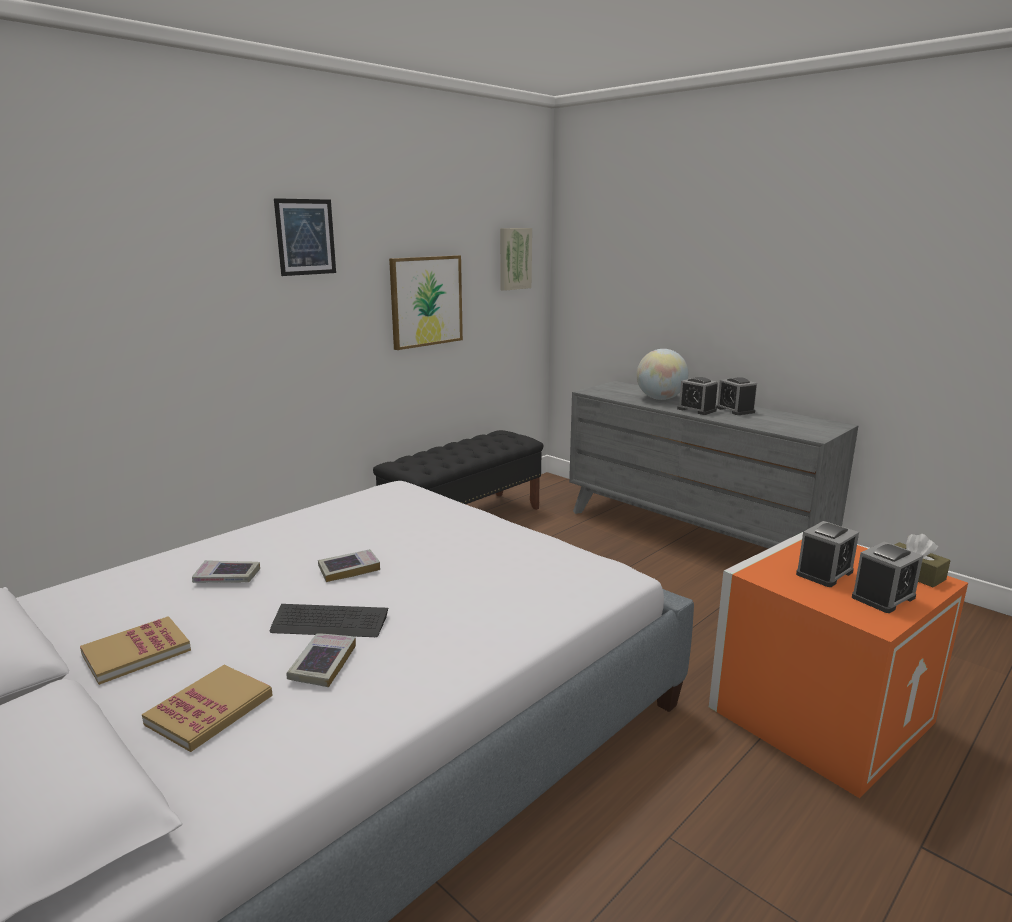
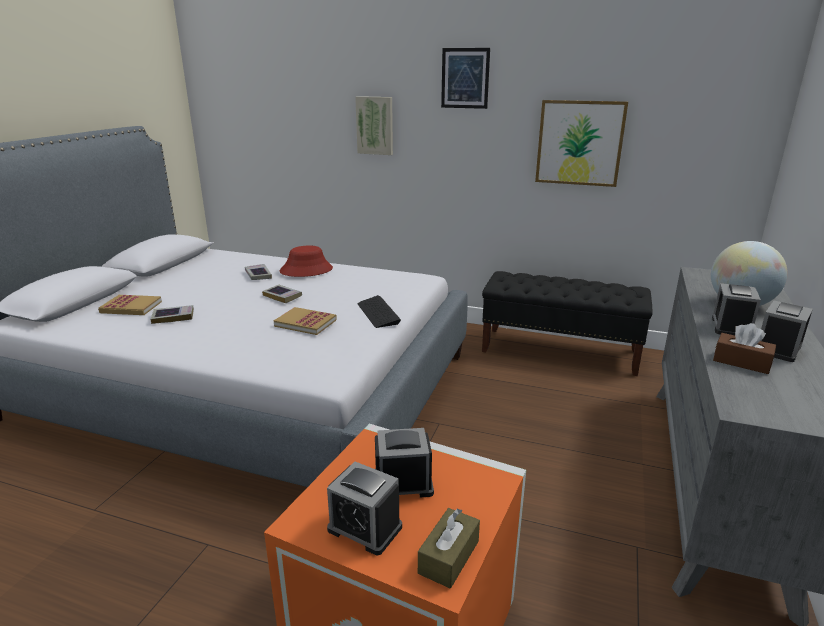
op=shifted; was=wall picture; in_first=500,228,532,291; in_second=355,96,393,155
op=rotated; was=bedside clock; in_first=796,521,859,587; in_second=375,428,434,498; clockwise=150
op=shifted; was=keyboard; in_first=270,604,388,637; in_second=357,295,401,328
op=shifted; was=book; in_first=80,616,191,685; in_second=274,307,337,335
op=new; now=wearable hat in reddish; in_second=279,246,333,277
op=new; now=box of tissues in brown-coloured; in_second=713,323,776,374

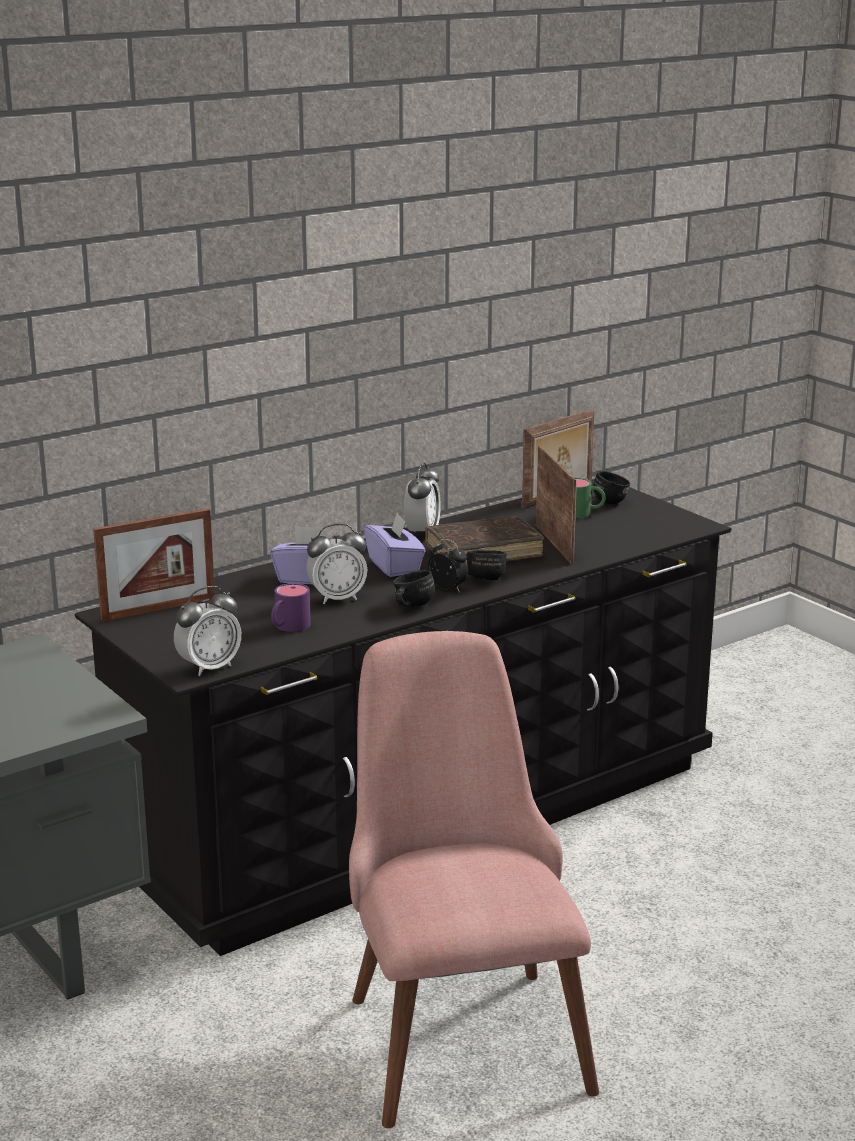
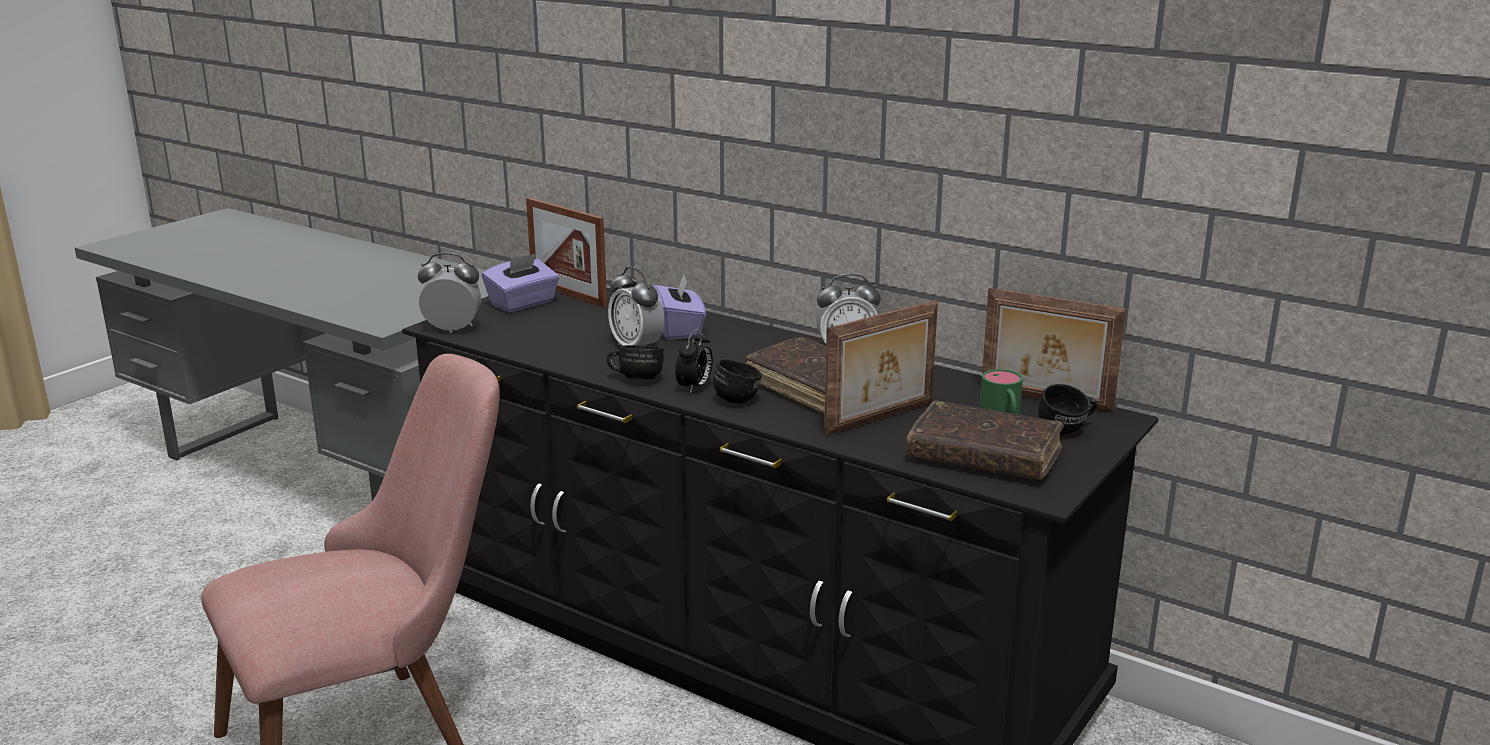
op=shifted; was=box of tissues in purplish; in_first=364,513,426,577; in_second=482,253,559,312
op=gone; was=tea mug in purplish; in_first=271,583,311,632
op=rotated; was=bedside clock; in_first=174,586,241,676; in_second=418,253,481,333; clockwise=150
op=new; now=book in brown-coloured; in_second=906,400,1064,480

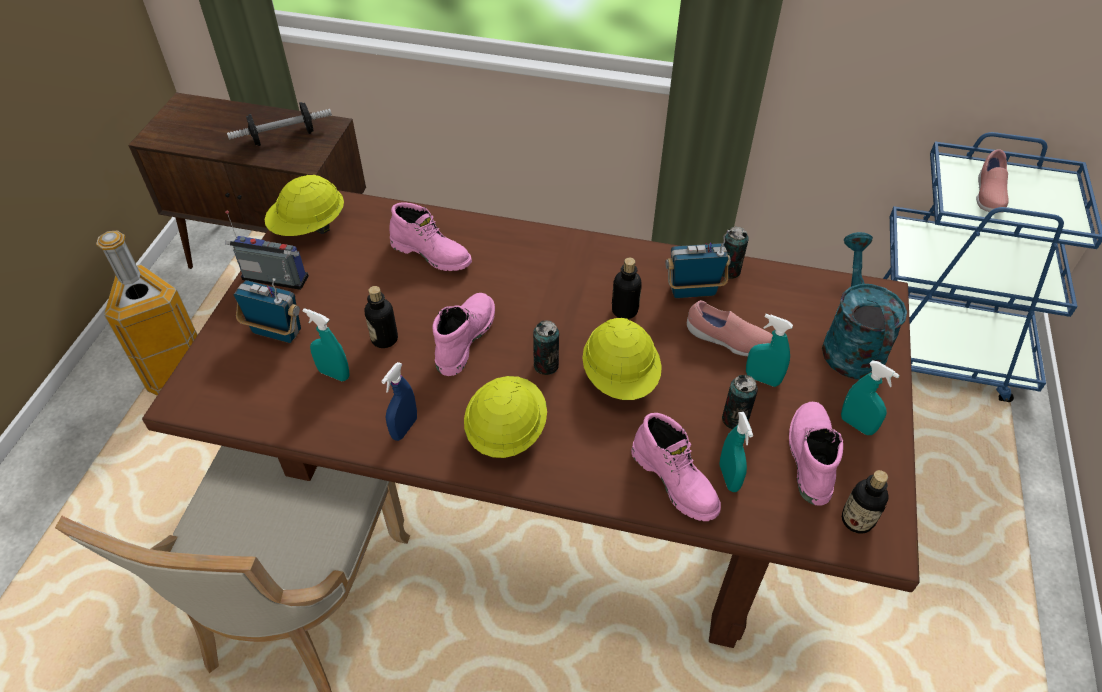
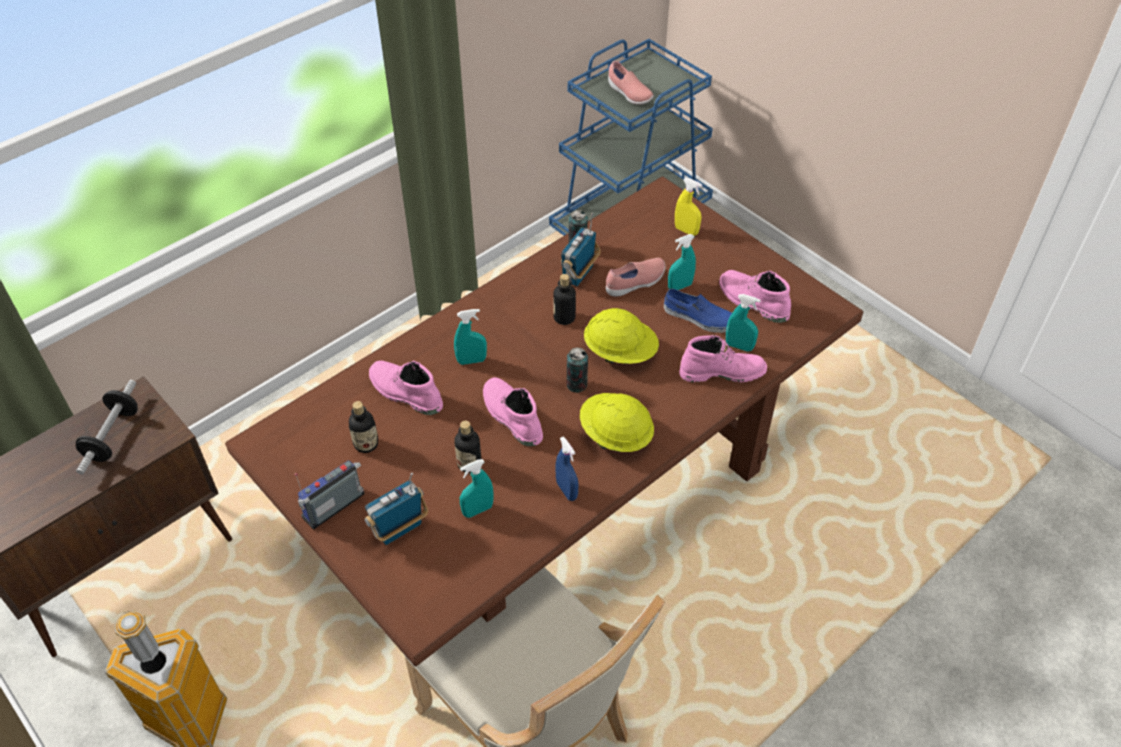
op=gone; was=hard hat in yellowish; in_first=264,175,344,236
op=rotated; was=boot in pink-coloured; in_first=389,203,472,271; in_second=369,361,443,415; clockwise=-120
op=swapped; was=sprinkling can in turquoise-coloured; now=hand sprayer in yellowish; in_first=822,232,907,380; in_second=675,178,702,236
op=shifted; was=hand sprayer in turquoise-coloured; in_first=841,360,900,435; in_second=454,309,487,365
op=swapped; was=metal can; now=low shoe in blue; in_first=722,375,758,430; in_second=664,289,732,333
op=shifted; was=drink bottle; in_first=842,470,889,534; in_second=349,401,378,453

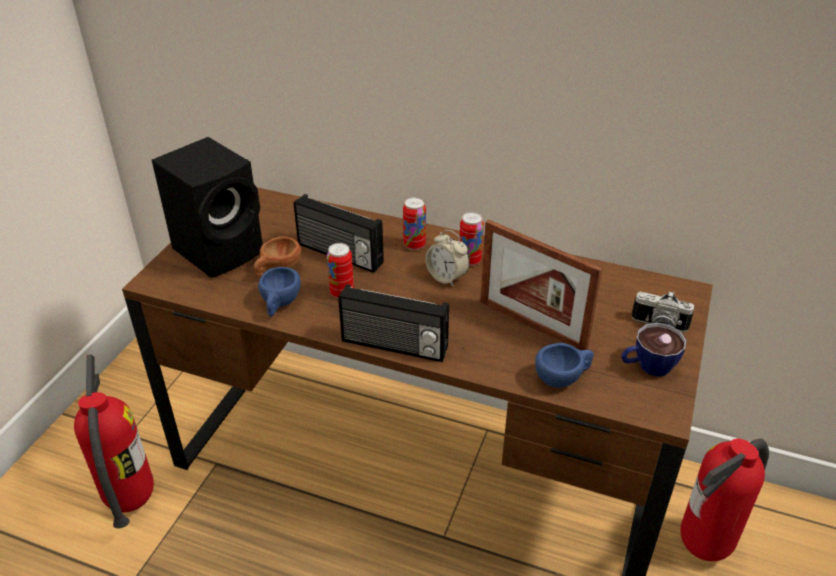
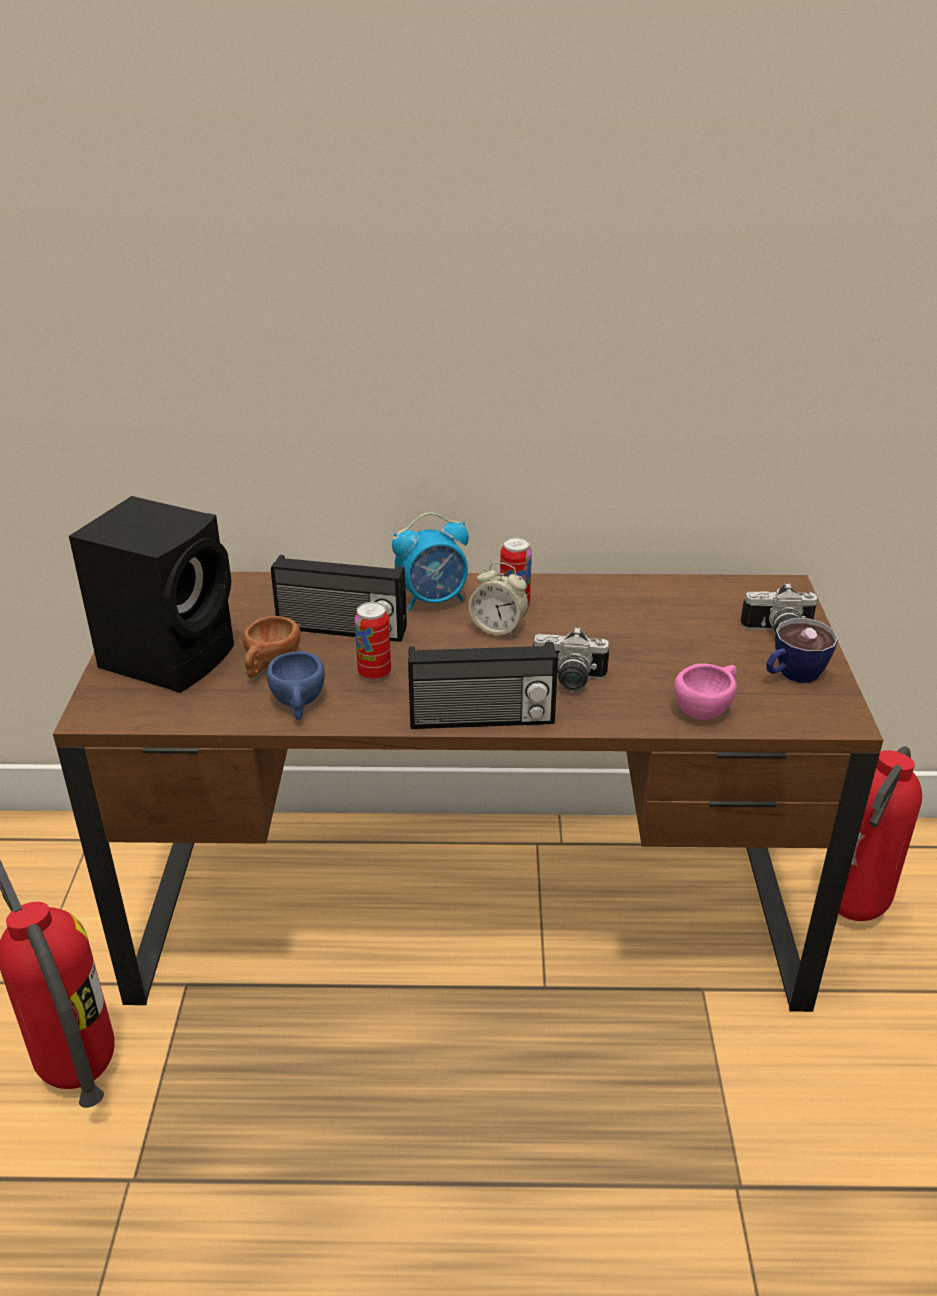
op=swapped; was=metal can; now=bedside clock; in_first=403,197,426,250; in_second=392,512,469,611
op=gone; was=standing frame; in_first=480,220,602,350
op=repainted; was=small cup in blue; now=small cup in pink-coloured; in_first=535,343,593,388; in_second=674,663,737,720
op=new; now=still camera; in_second=533,627,609,691

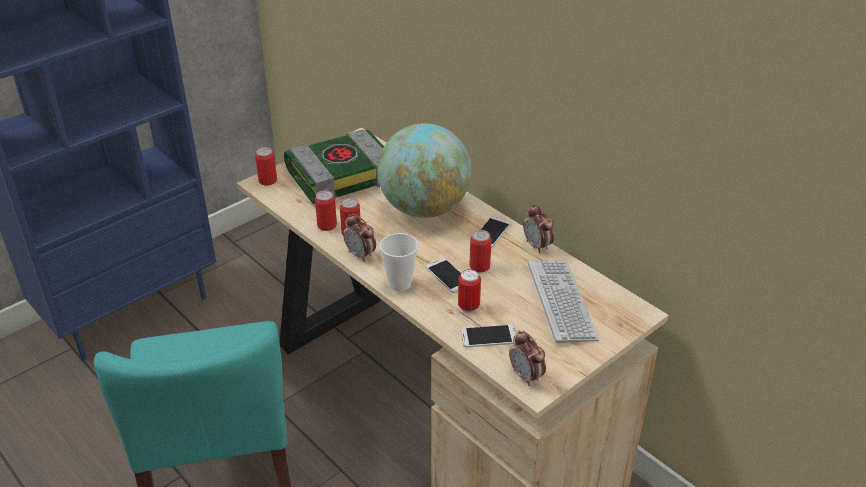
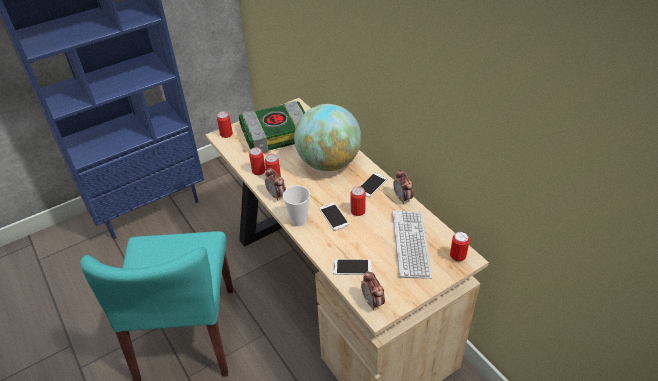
op=shifted; was=metal can; in_first=458,269,481,313; in_second=450,232,470,262

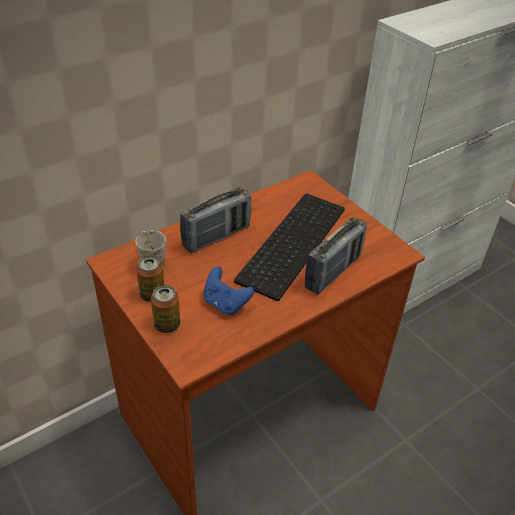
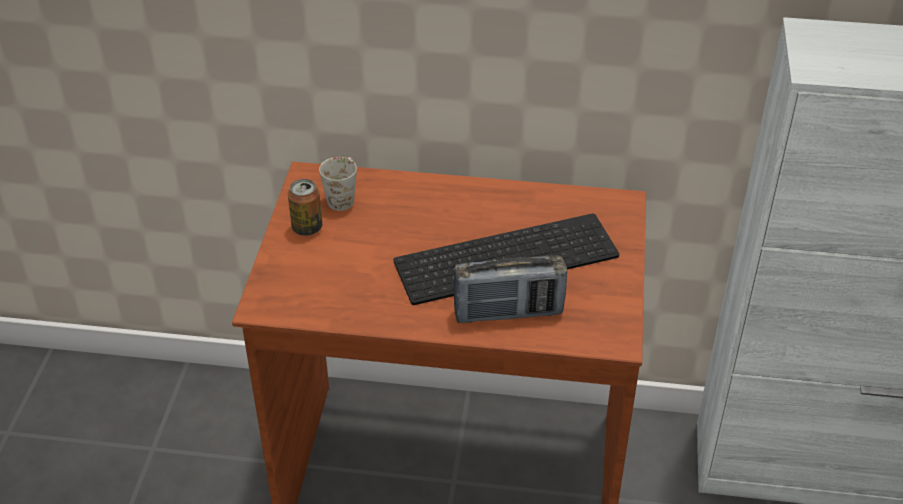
op=gone; was=radio; in_first=180,187,251,253
op=gone; was=gamepad in blue; in_first=203,267,254,315
op=gone; was=metal can; in_first=151,285,180,333

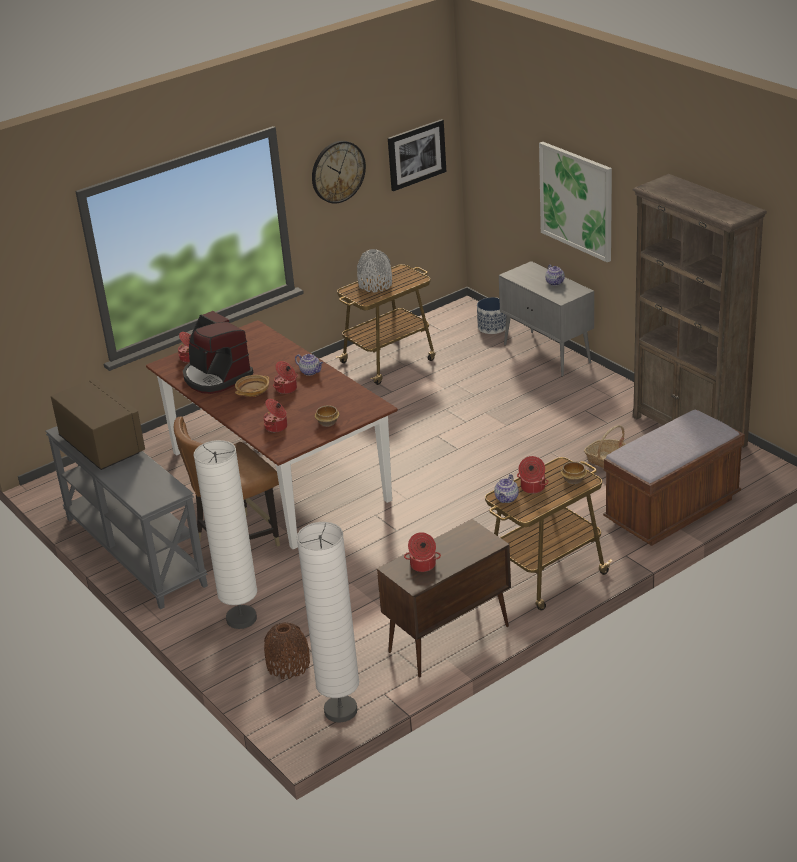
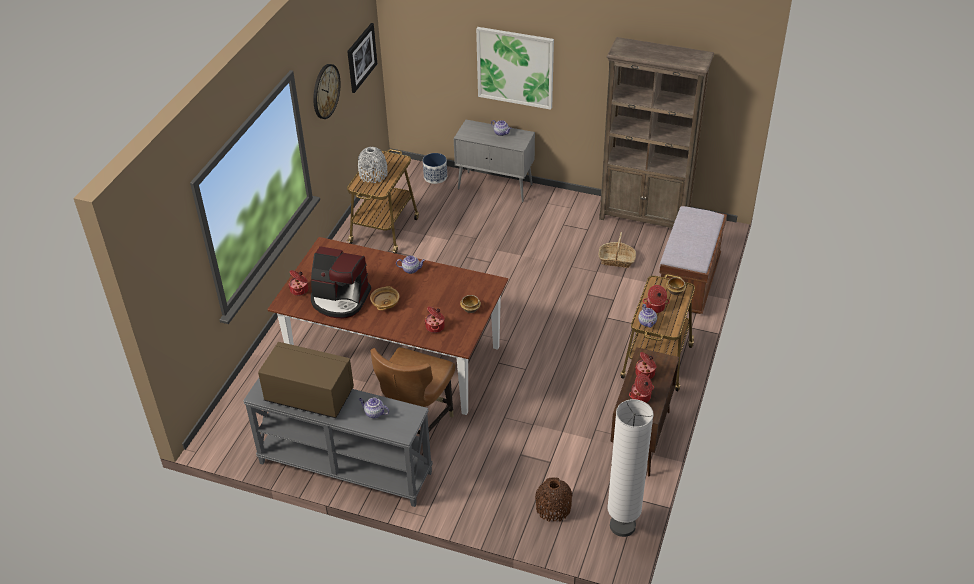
op=shifted; was=stockpot; in_first=273,361,298,394; in_second=635,352,657,379
op=gone; was=standard lamp in whitish; in_first=193,440,257,629
op=new; now=teapot; in_second=359,398,389,419

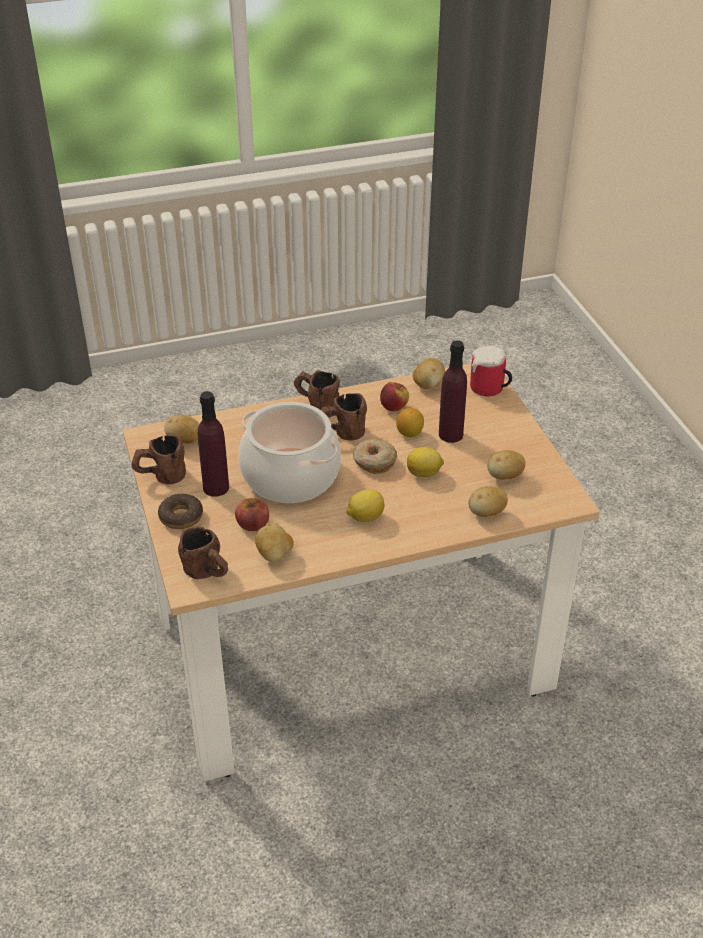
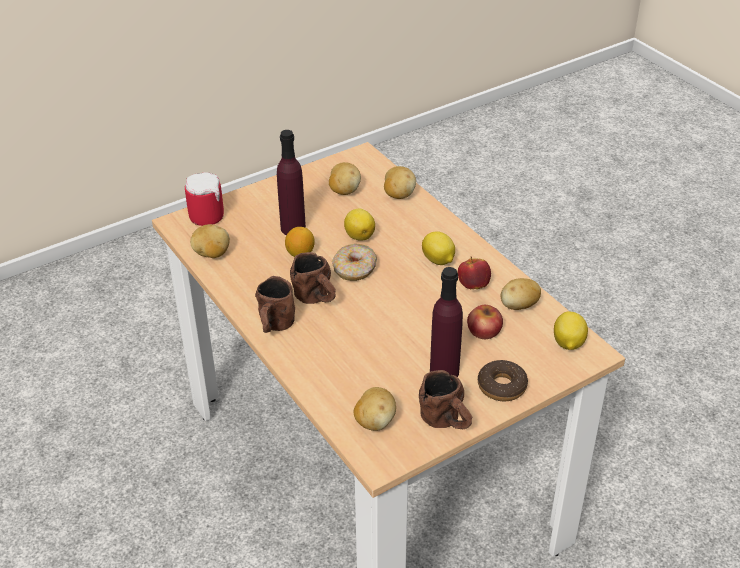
op=shifted; was=whole apple; in_first=380,382,409,412; in_second=458,256,491,289
op=gone; was=stockpot; in_first=238,402,341,503
op=swapped; was=tea mug in brown-coloured; now=lemon; in_first=178,526,228,579; in_second=554,312,588,350

